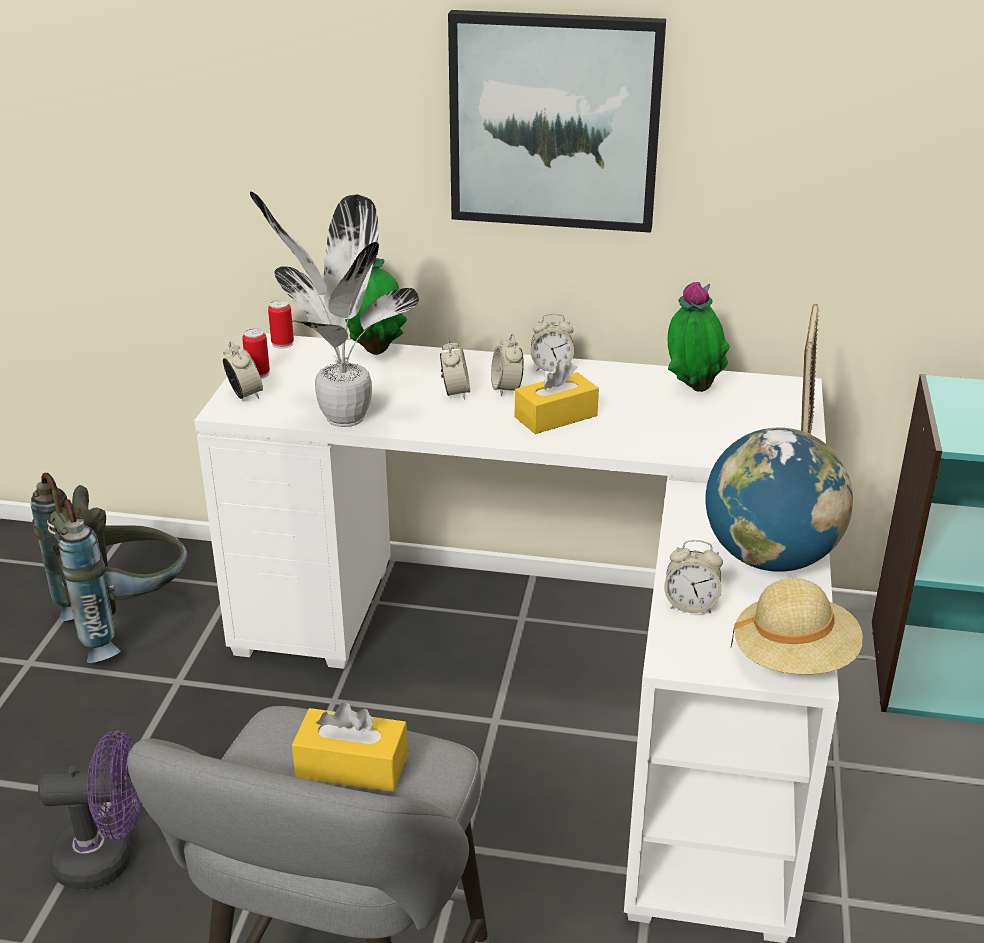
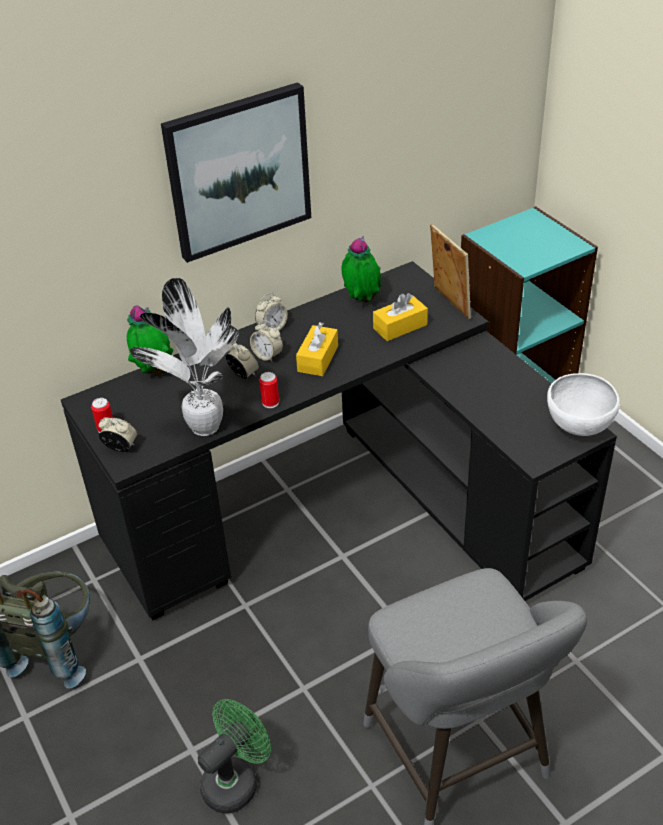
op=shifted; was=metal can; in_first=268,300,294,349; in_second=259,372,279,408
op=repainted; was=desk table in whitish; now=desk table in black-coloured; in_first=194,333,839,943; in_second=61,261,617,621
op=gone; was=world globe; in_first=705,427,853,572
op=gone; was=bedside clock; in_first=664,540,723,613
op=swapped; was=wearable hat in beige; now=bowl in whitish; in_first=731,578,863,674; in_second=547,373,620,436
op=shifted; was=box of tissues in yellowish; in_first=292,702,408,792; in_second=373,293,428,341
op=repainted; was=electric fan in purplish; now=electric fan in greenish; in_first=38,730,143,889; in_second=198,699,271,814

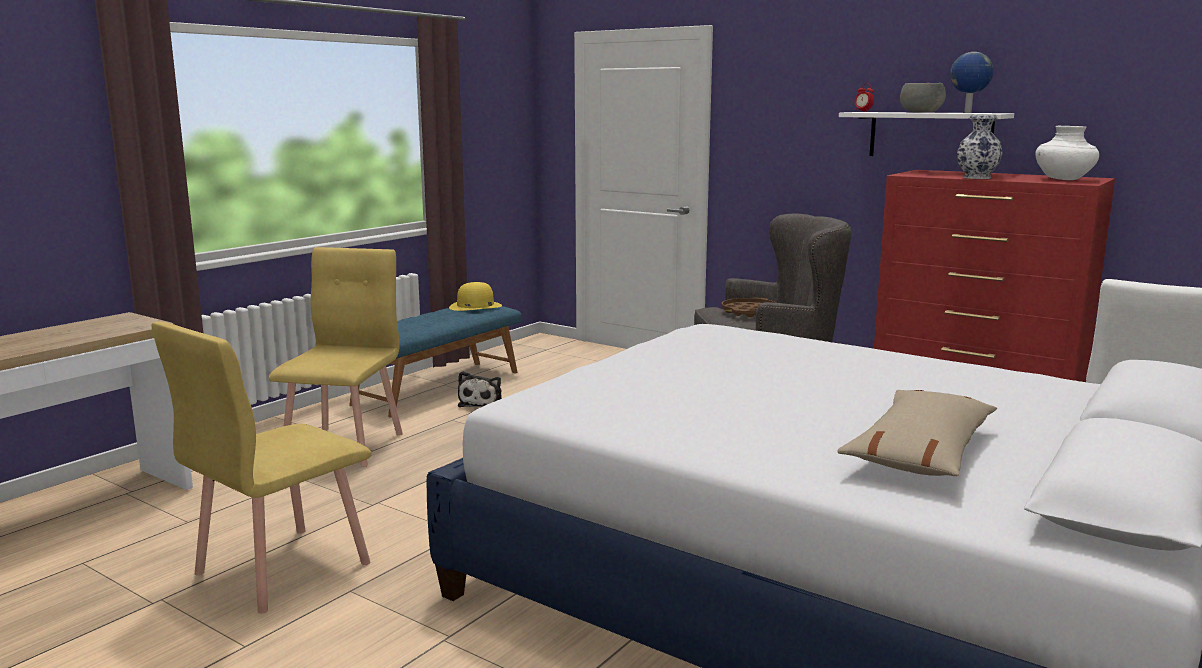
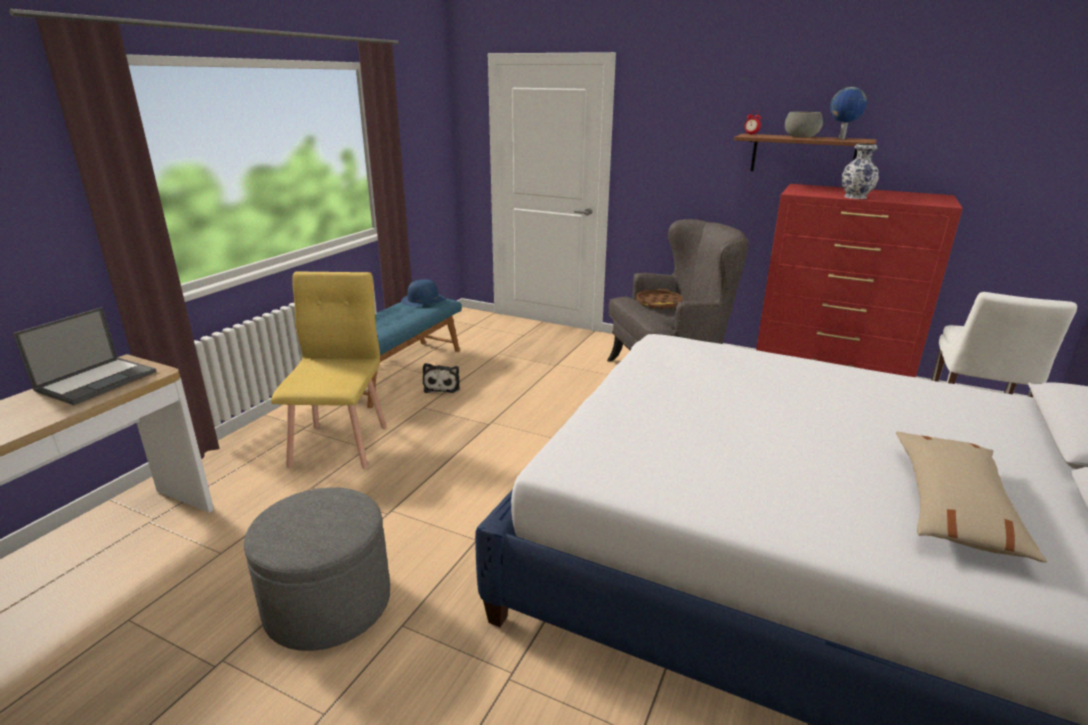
op=repainted; was=shelf in whitish; now=shelf in brown-coloured; in_first=839,112,1014,156; in_second=734,134,876,171
op=gone; was=vase in whitish; in_first=1035,126,1099,180
op=repainted; was=wearable hat in yellowish; now=wearable hat in blue; in_first=449,282,502,311; in_second=401,279,445,306
op=swapped; was=chair in yellowish; now=pouffe in greyish; in_first=151,321,372,614; in_second=244,487,390,651
op=new; now=portable computer; in_second=13,307,156,405

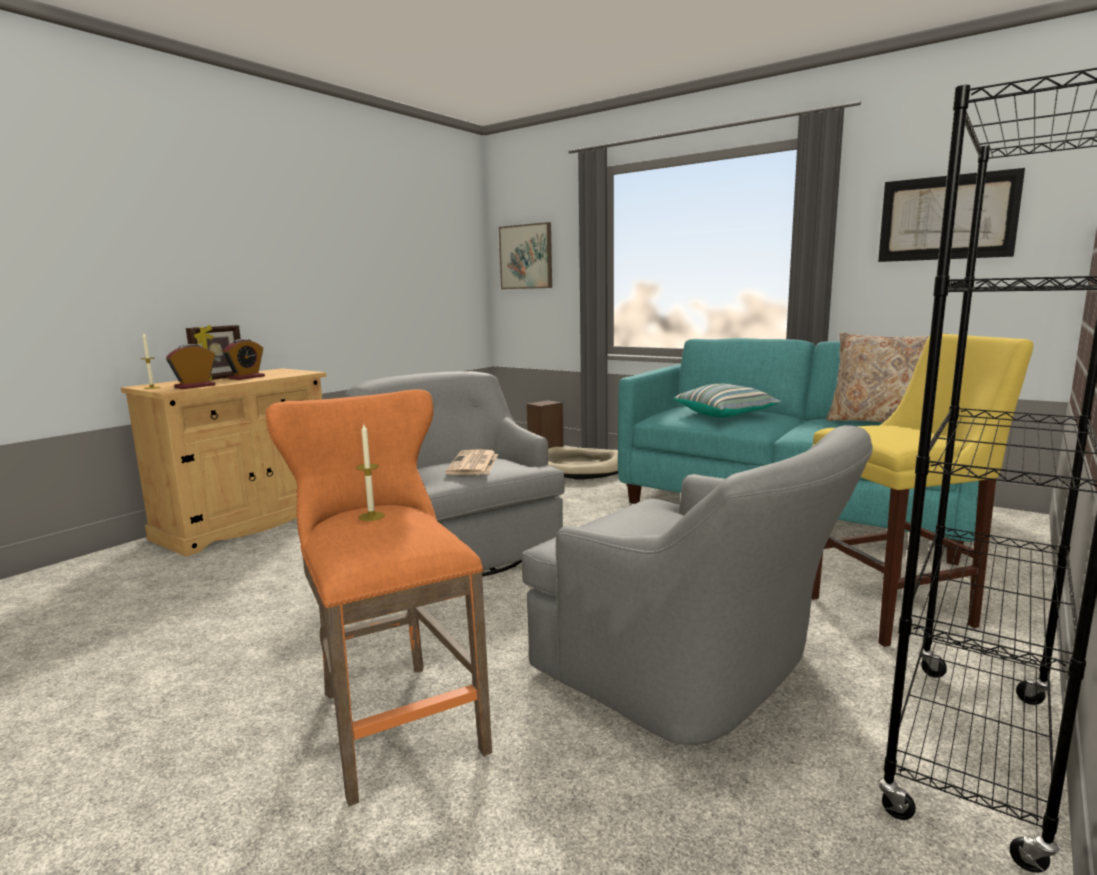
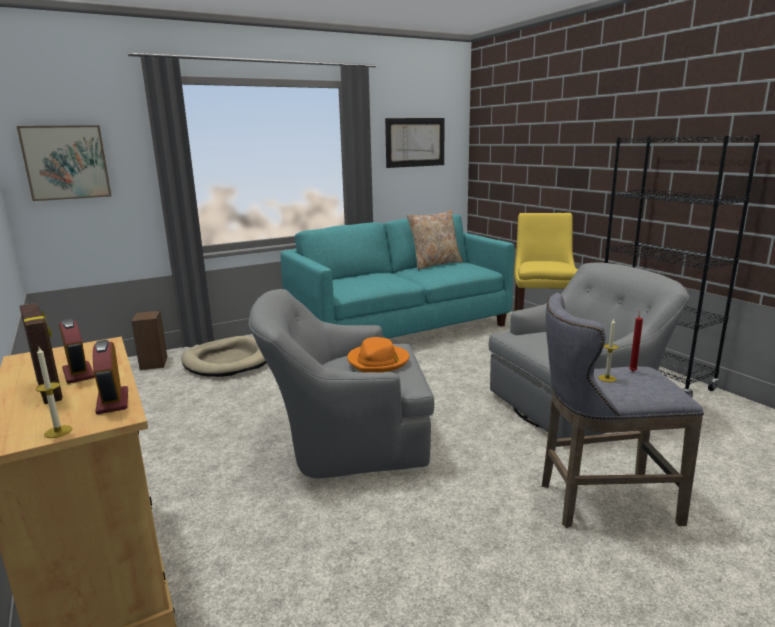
op=gone; was=throw pillow; in_first=673,384,782,417
op=repainted; was=sitting stool in orangey; now=sitting stool in greyish; in_first=265,389,492,806; in_second=542,293,704,528
op=swapped; was=newspaper; now=wearable hat in orangey; in_first=445,449,498,475; in_second=347,337,409,372
op=new; now=candle in reddish; in_second=629,310,643,371

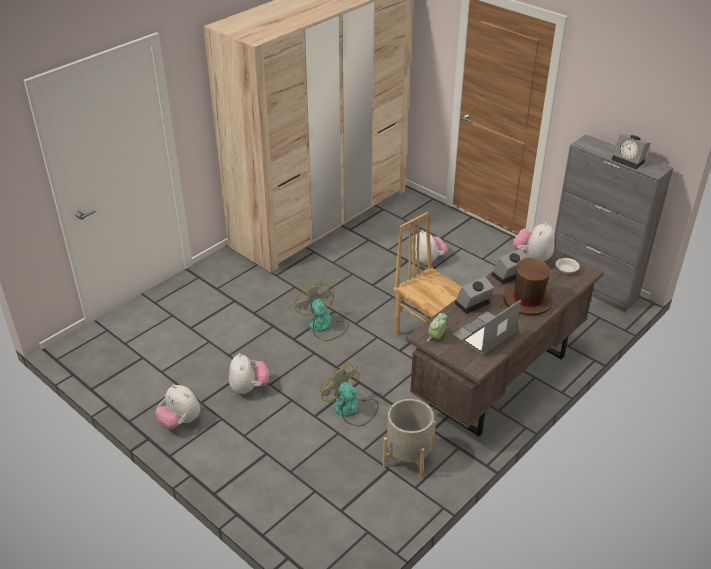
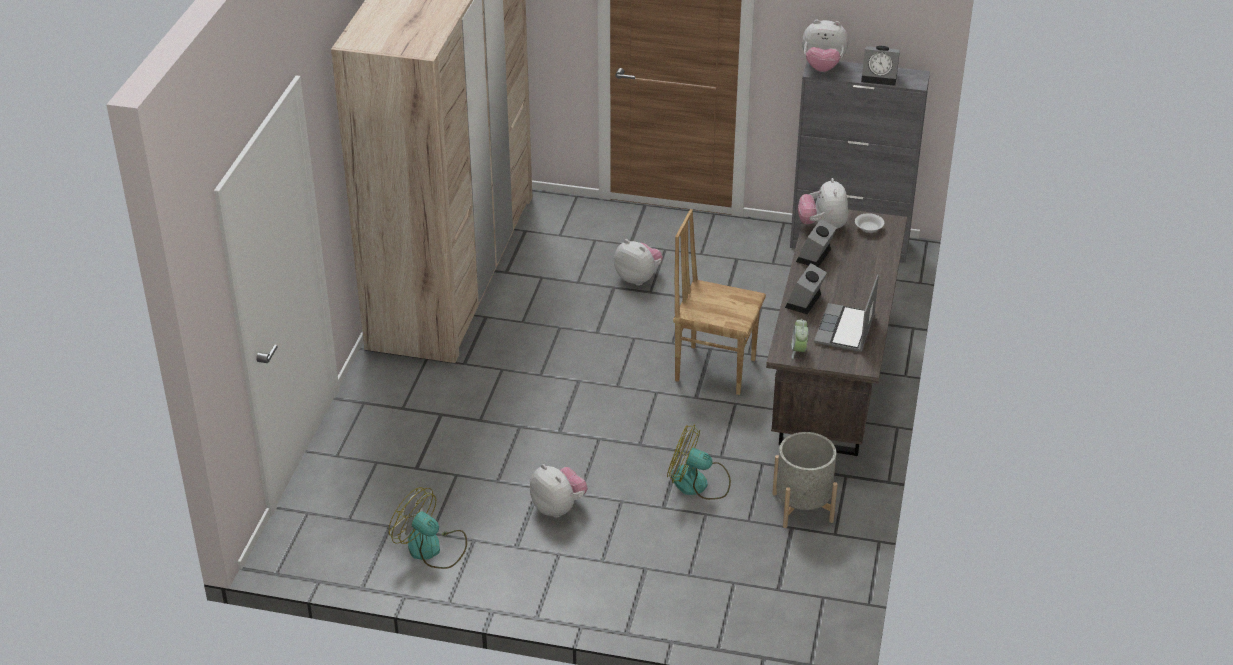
op=gone; was=wearable hat in brown-coloured; in_first=503,258,553,316
op=shifted; was=electric fan; in_first=295,283,349,341; in_second=388,487,467,569
op=shifted; was=plush toy; in_first=155,384,200,429; in_second=802,20,849,72

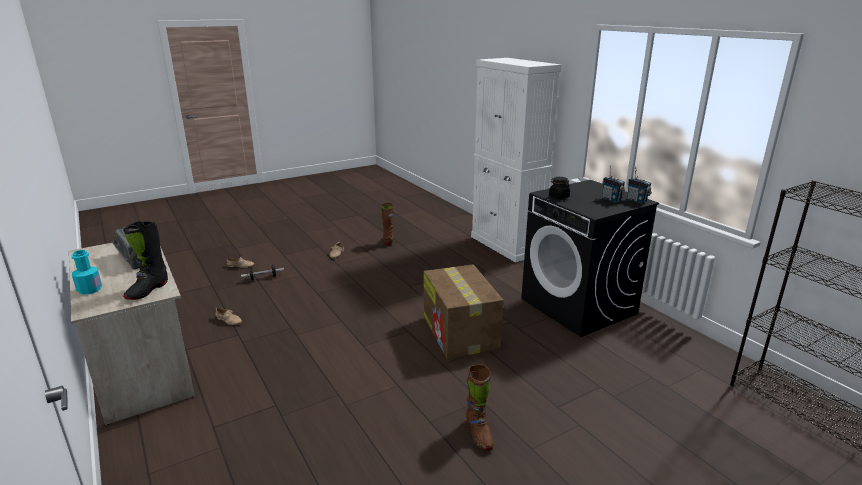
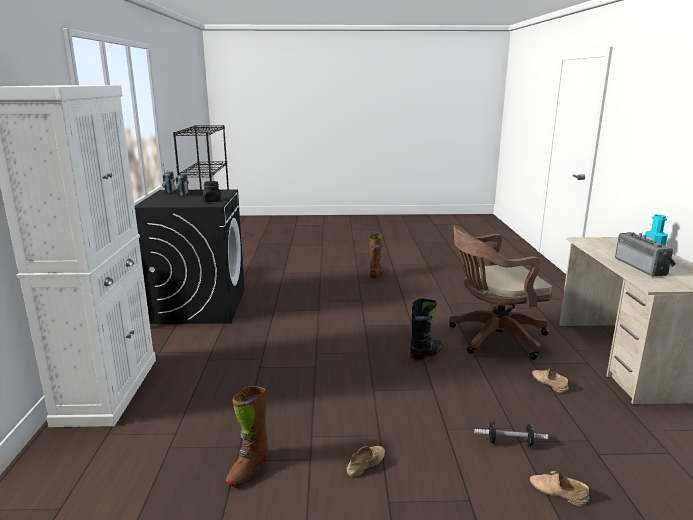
op=shifted; was=boot in black-coloured; in_first=123,221,168,300; in_second=410,298,443,361
op=gone; was=cardboard box; in_first=424,264,503,359
op=new; now=computer chair in brown-coloured; in_second=449,225,553,360

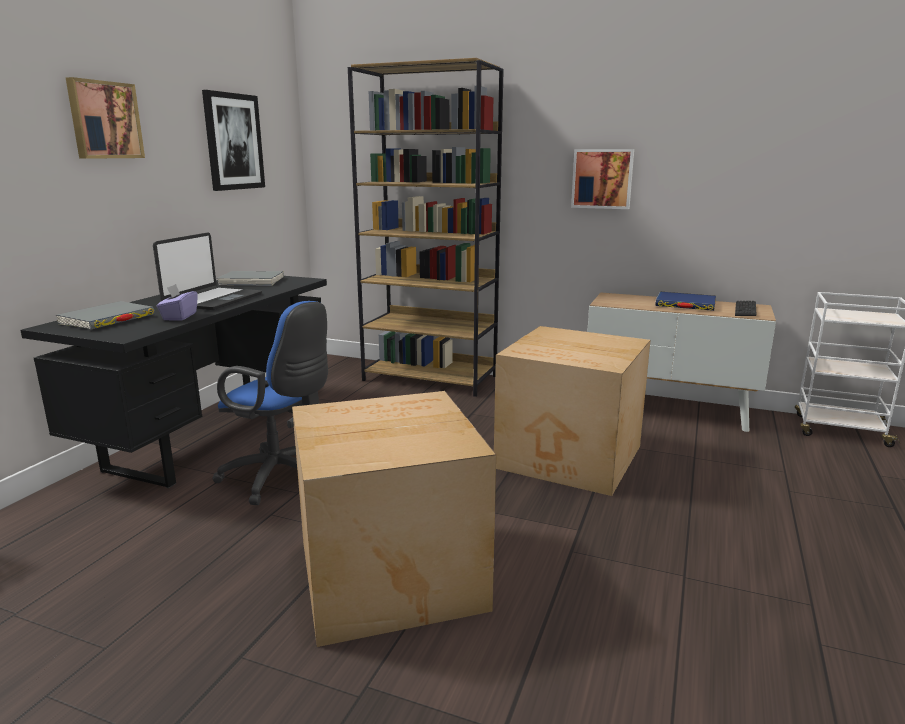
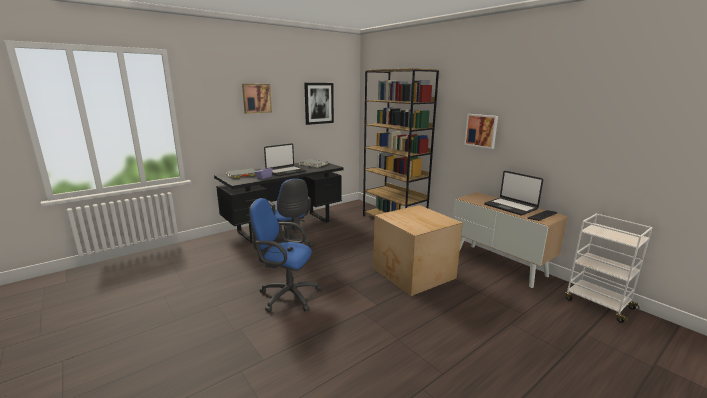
op=swapped; was=book in blue; now=portable computer; in_first=655,292,716,311; in_second=484,171,543,215
op=swapped; was=cardboard box; now=computer chair in blue; in_first=292,391,496,647; in_second=249,198,322,312

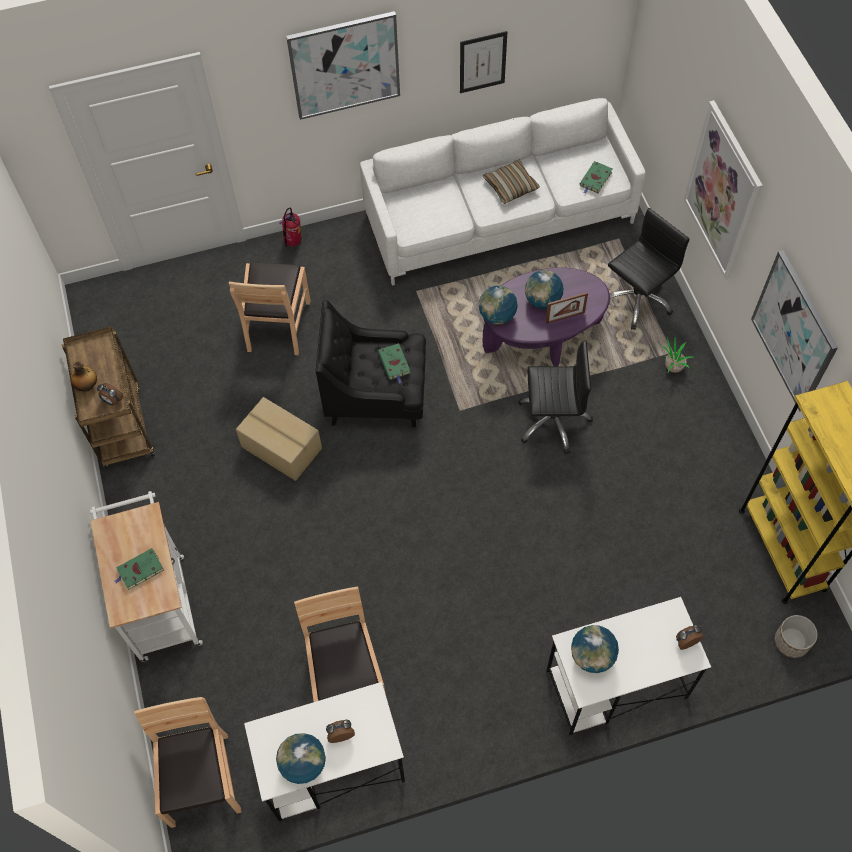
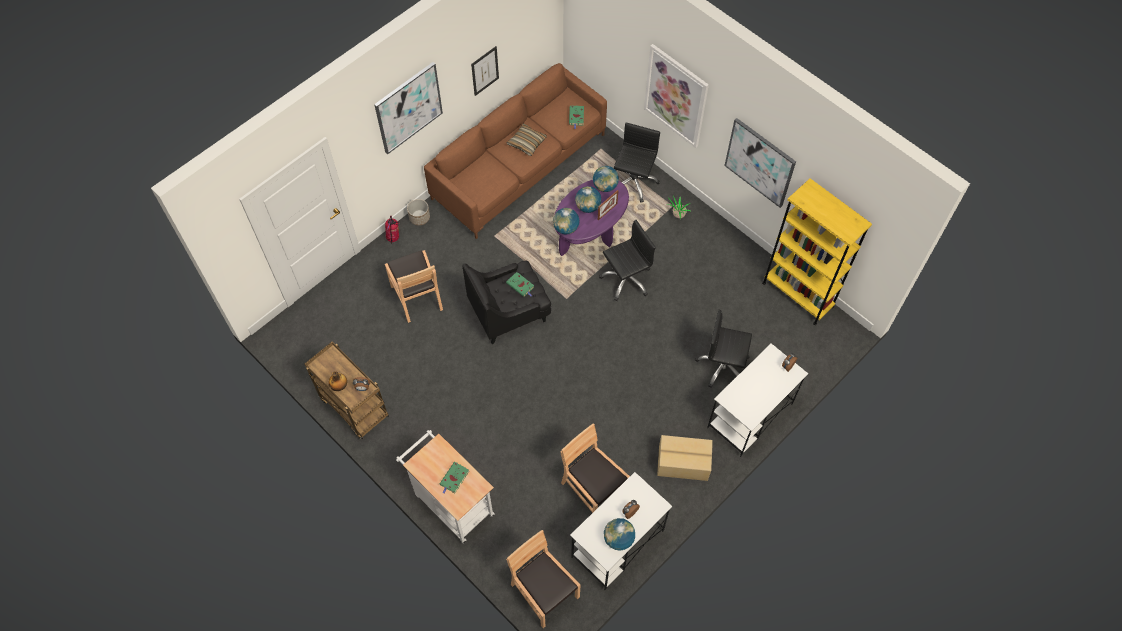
op=repainted; was=sofa in whitish; now=sofa in brown-coloured; in_first=360,98,646,286; in_second=424,63,607,239
op=shifted; was=cardboard box; in_first=236,397,322,481; in_second=657,435,713,481
op=shifted; was=flower pot; in_first=775,615,818,658; in_second=407,199,430,225
op=shifted; was=world globe; in_first=571,625,619,673; in_second=593,166,619,192
op=new; now=computer chair in black-coloured; in_second=695,309,752,388

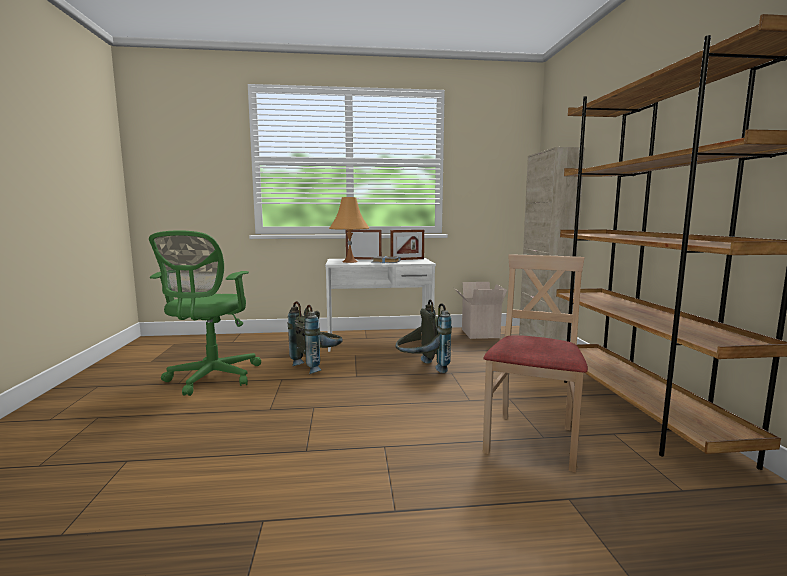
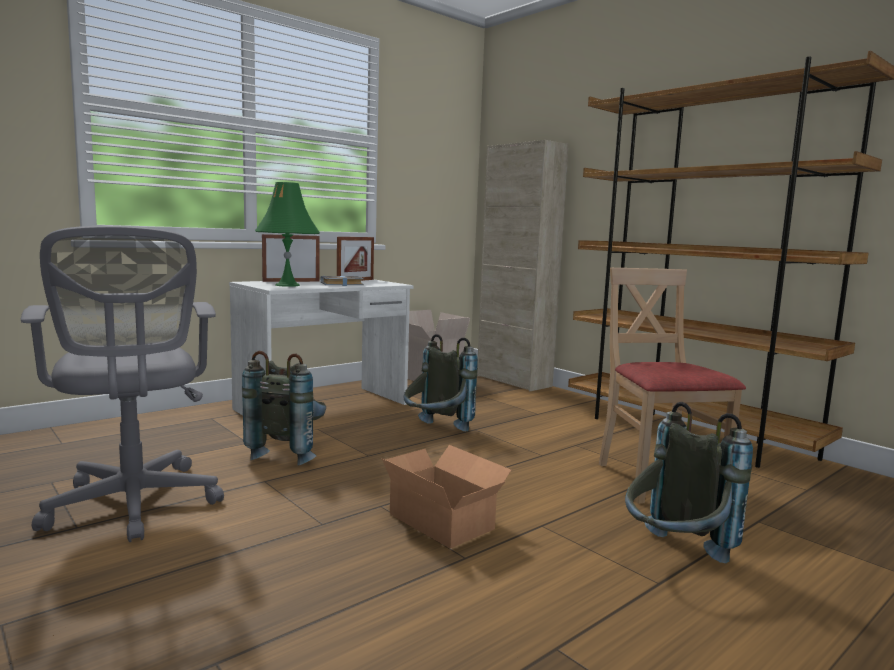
op=repainted; was=tabletop lamp in orangey; now=tabletop lamp in greenish; in_first=329,197,369,263; in_second=255,182,320,287
op=repainted; was=computer chair in greenish; now=computer chair in greyish; in_first=149,230,261,396; in_second=21,225,224,542
op=new; now=knapsack in greyish; in_second=625,402,753,563
op=new; now=cardboard box; in_second=382,445,511,548

